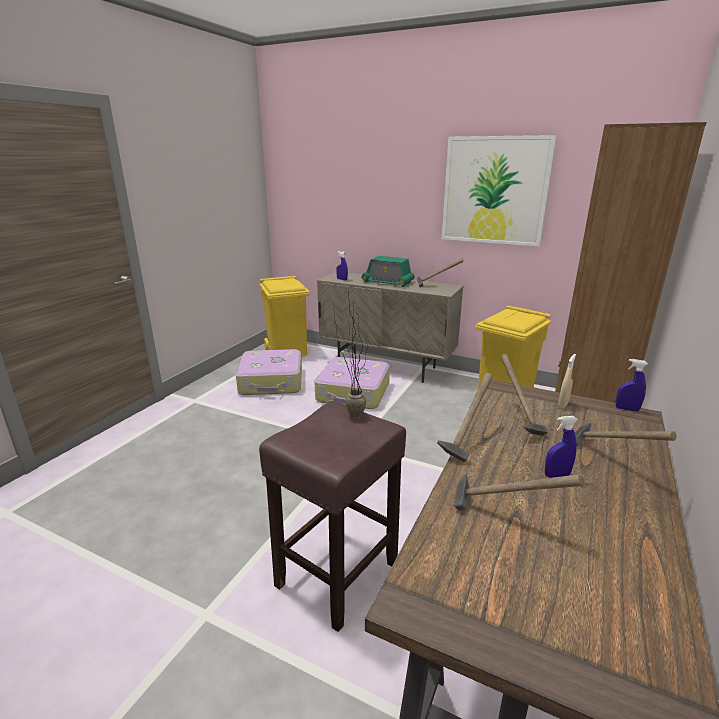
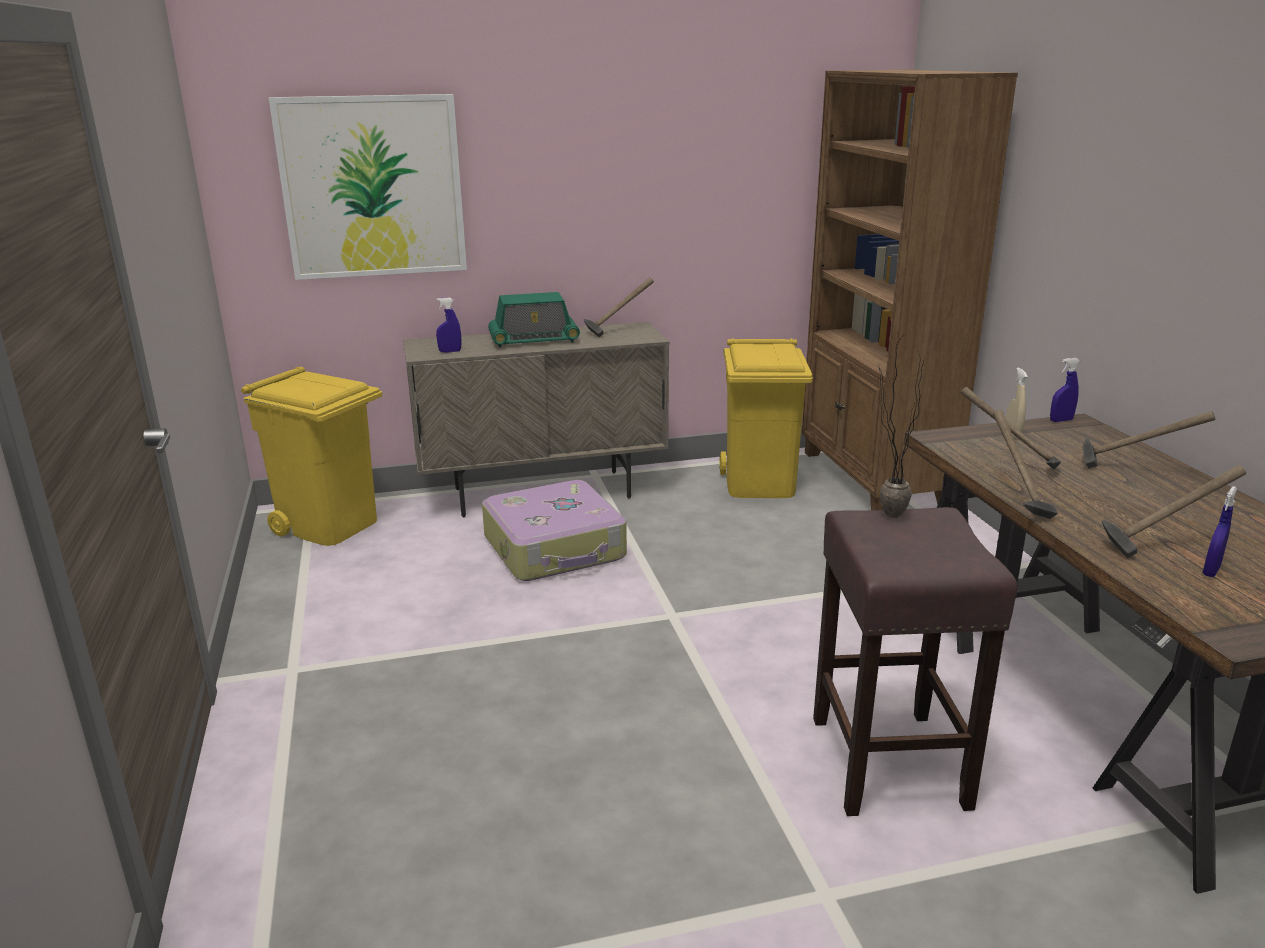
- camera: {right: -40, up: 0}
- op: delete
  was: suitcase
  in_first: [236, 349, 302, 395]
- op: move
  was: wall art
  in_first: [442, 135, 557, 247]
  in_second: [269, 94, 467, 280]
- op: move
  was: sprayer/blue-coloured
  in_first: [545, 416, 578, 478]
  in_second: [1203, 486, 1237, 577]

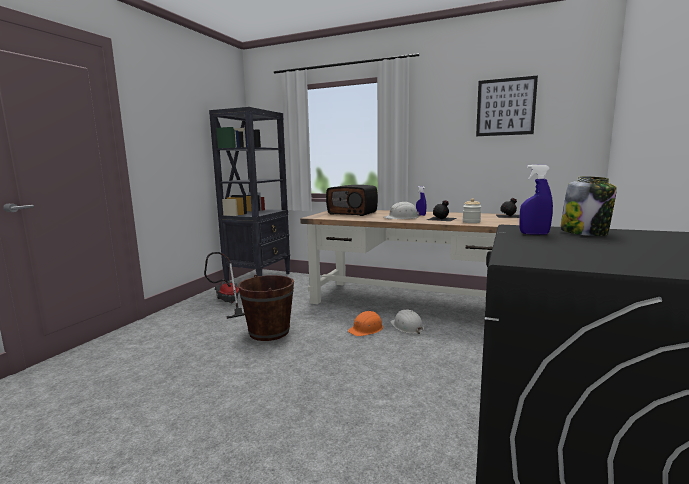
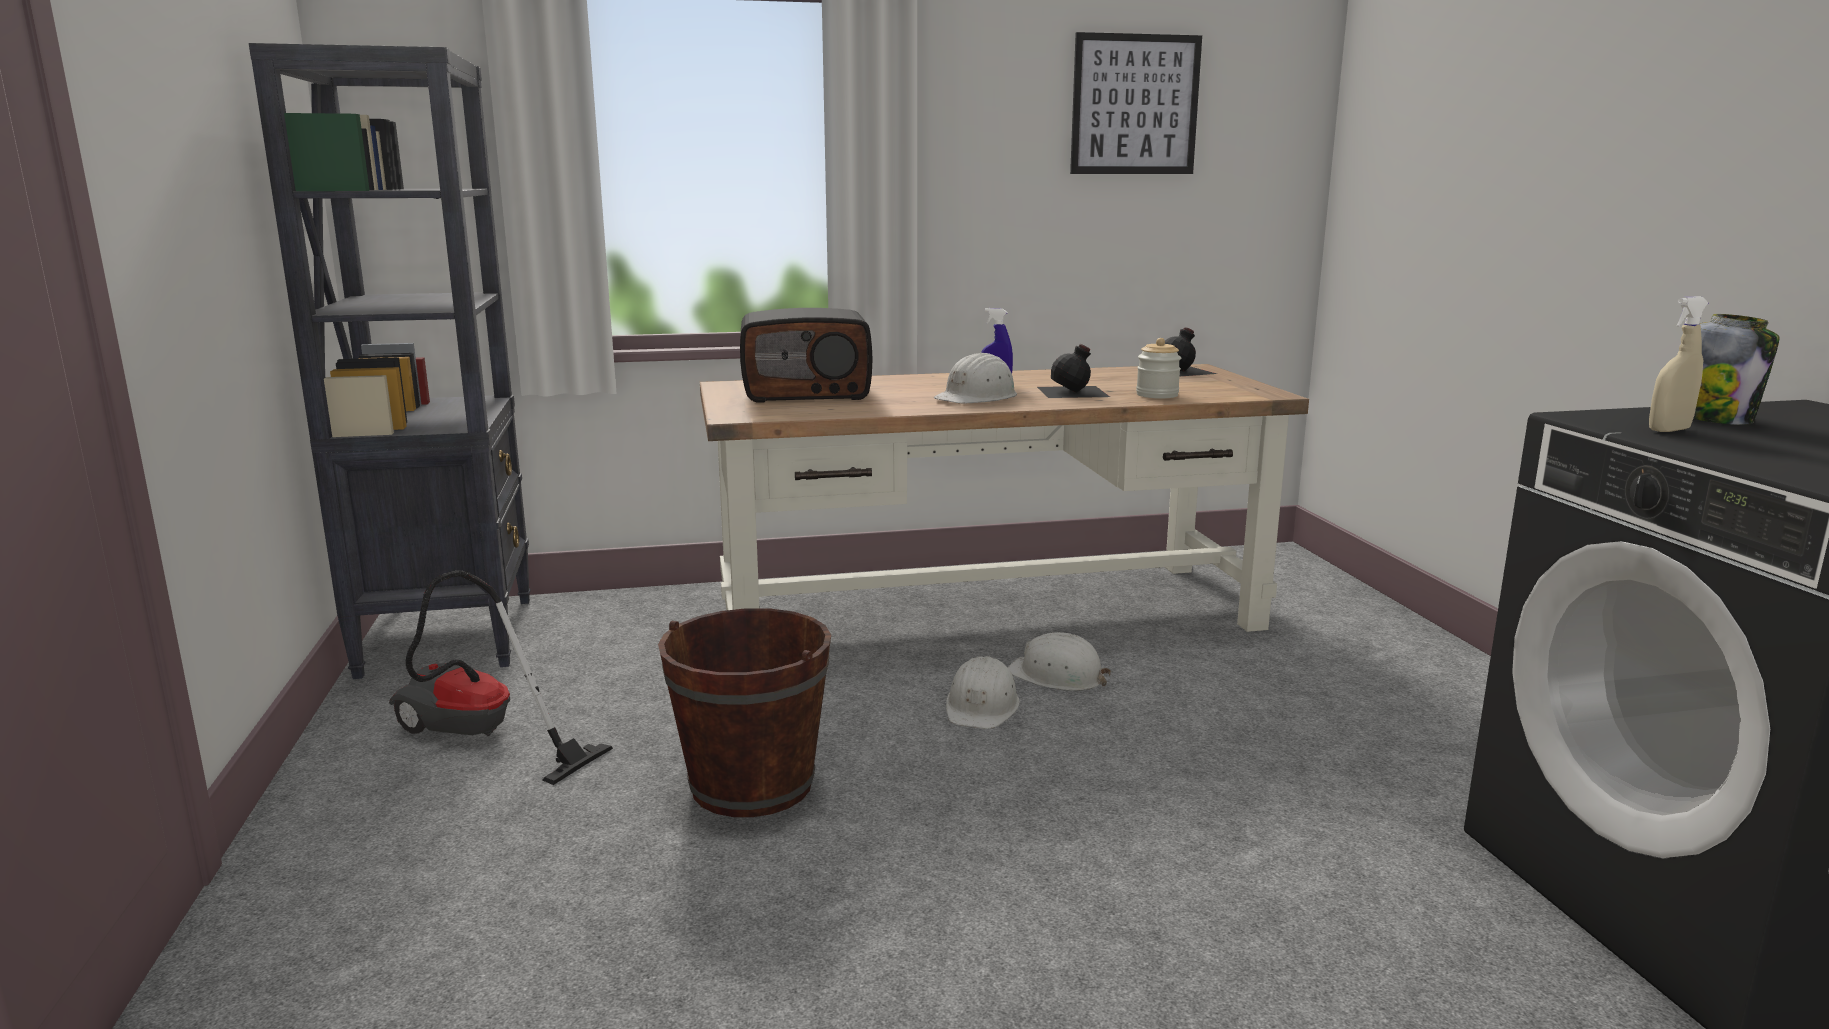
- camera: {right: -35, up: 5}
- op: recolor
  was: hard hat/orange-coloured
  now: hard hat/whitish
  in_first: [348, 311, 383, 336]
  in_second: [946, 656, 1020, 729]
- op: recolor
  was: sprayer/blue-coloured
  now: sprayer/beige-coloured
  in_first: [520, 164, 553, 235]
  in_second: [1649, 296, 1708, 432]

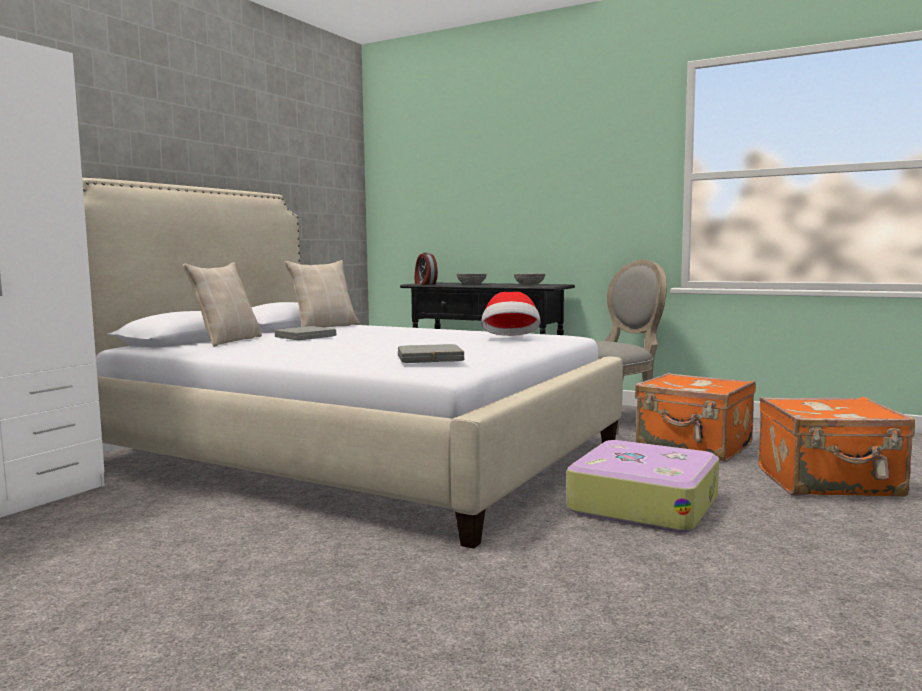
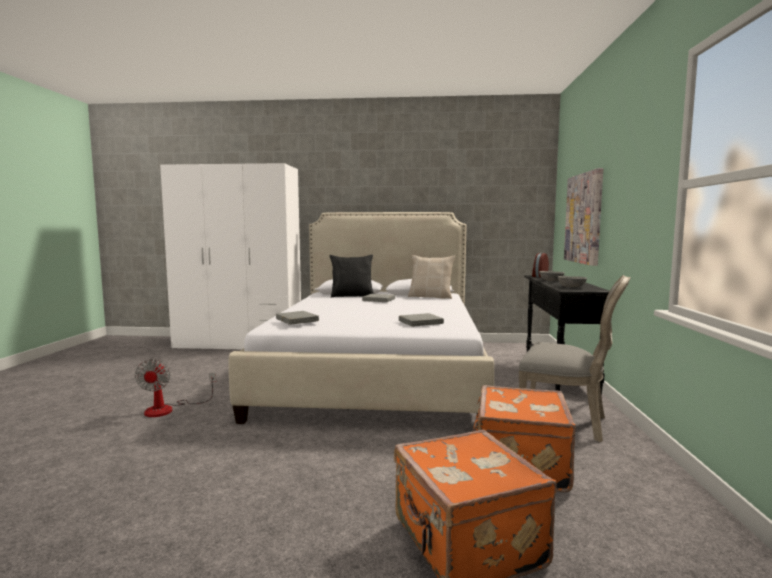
- camera: {right: 65, up: 0}
- op: delete
  was: suitcase
  in_first: [567, 440, 719, 533]
- op: insert
  now: fan
  in_second: [135, 359, 216, 417]
- op: insert
  now: wall art
  in_second: [564, 168, 603, 266]
- op: replace
  was: clothing hat
  now: volume/greyish
  in_first: [481, 292, 540, 336]
  in_second: [399, 313, 444, 326]
- op: recolor
  was: pillow/beige-coloured
  now: pillow/black
  in_first: [183, 262, 262, 347]
  in_second: [330, 255, 374, 298]

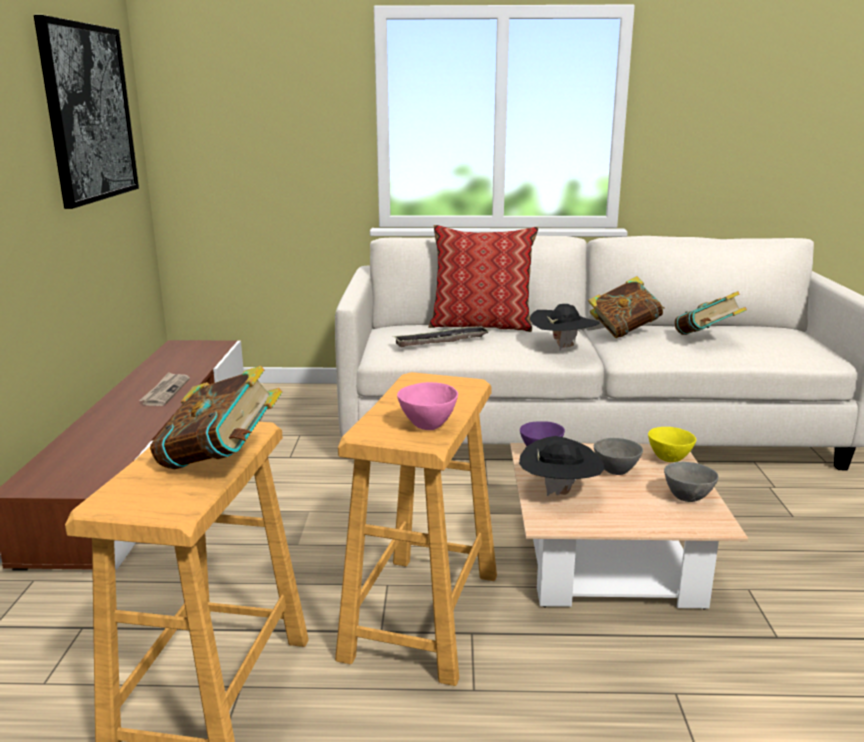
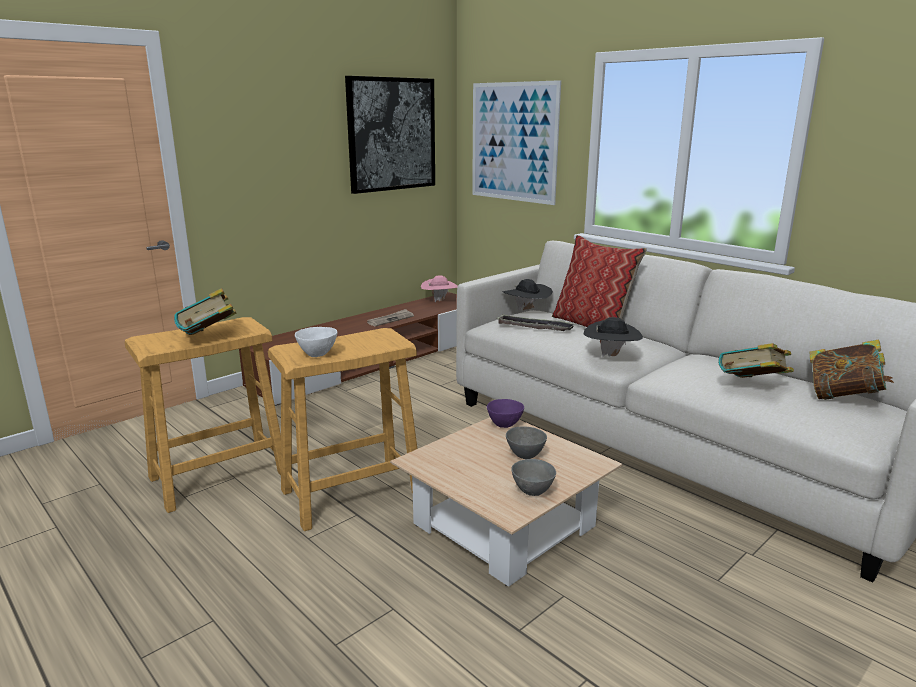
- camera: {right: 45, up: 0}
- op: delete
  was: deep dish/yellow-coloured
  in_first: [648, 427, 696, 462]
- op: insert
  now: clothing hat/pink
  in_second: [421, 276, 458, 302]
- op: insert
  now: wall art
  in_second: [472, 80, 561, 205]
- op: move
  was: clothing hat/black
  in_first: [519, 436, 604, 496]
  in_second: [502, 279, 553, 311]
- op: move
  was: volume
  in_first: [588, 276, 664, 338]
  in_second: [810, 340, 894, 400]
- op: recolor
  was: deep dish/pink
  now: deep dish/whitish
  in_first: [397, 382, 458, 430]
  in_second: [295, 327, 337, 357]

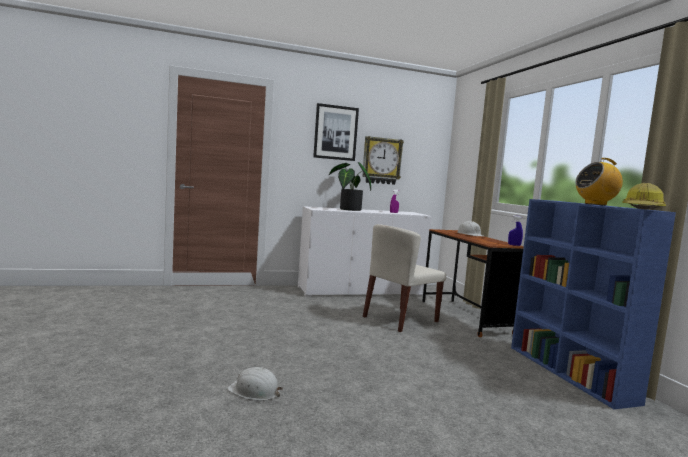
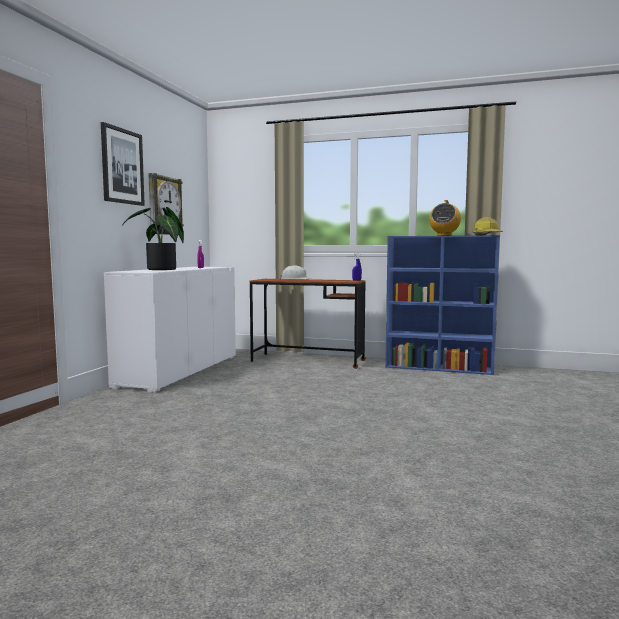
- camera: {right: -55, up: 0}
- op: delete
  was: hard hat/whitish
  in_first: [227, 367, 283, 401]
- op: delete
  was: plain chair/beige-coloured
  in_first: [363, 224, 446, 332]

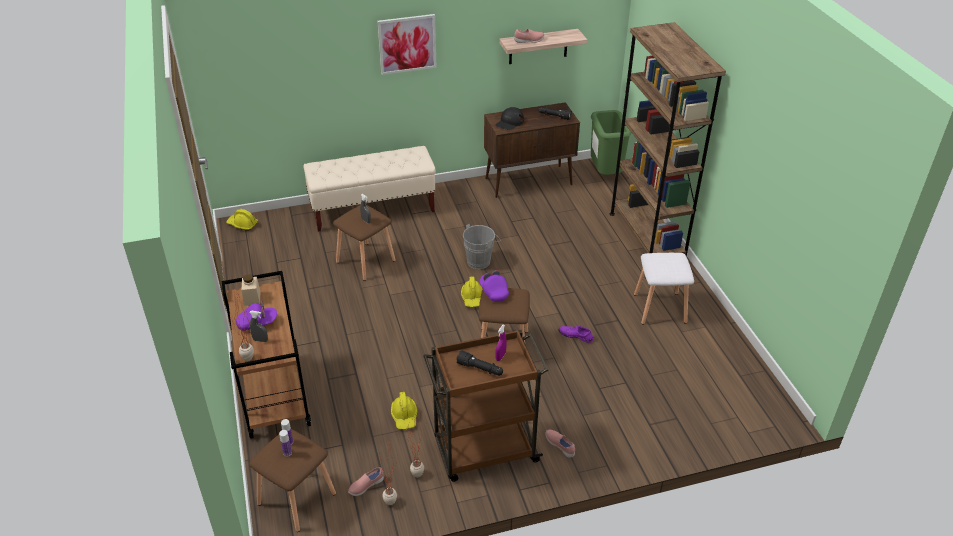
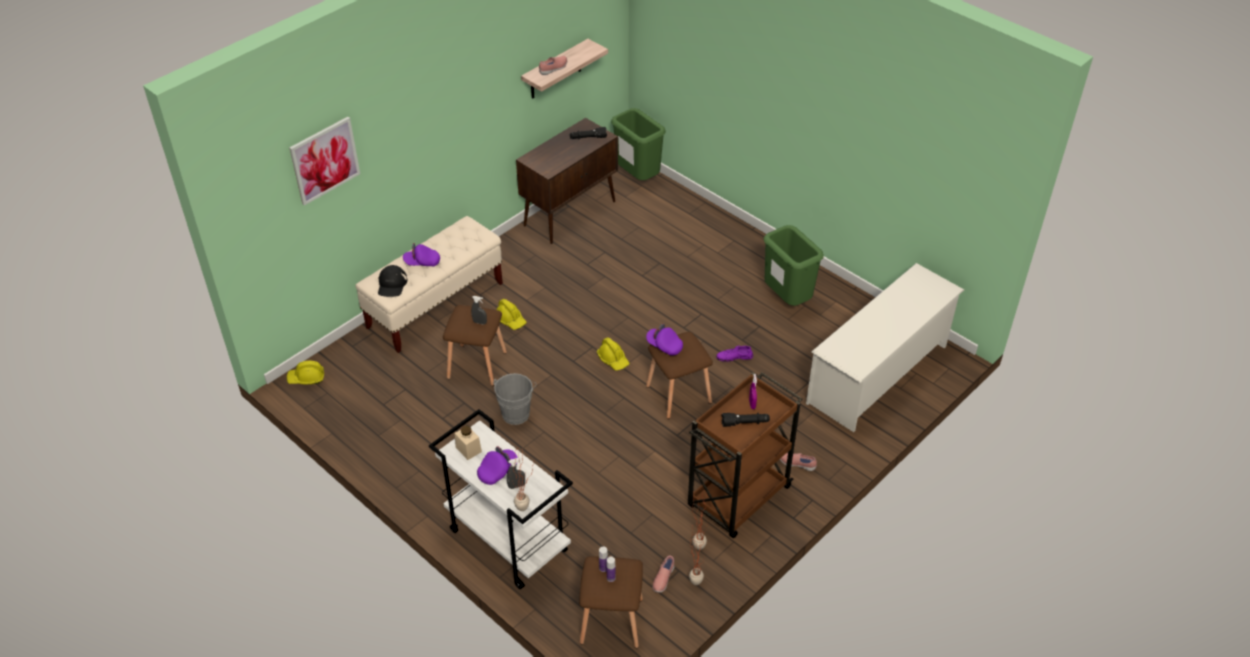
- camera: {right: -30, up: 5}
- op: delete
  was: shelving unit/brownish
  in_first: [610, 22, 726, 257]
- op: insert
  now: baseball cap/purple-coloured
  in_second: [403, 243, 440, 266]
- op: insert
  now: shoe shelf/whitish
  in_second: [806, 263, 964, 432]
- op: move
  was: wall art
  in_first: [377, 14, 437, 75]
  in_second: [289, 117, 360, 206]
- op: move
  was: hard hat/yellow-coloured
  in_first: [391, 392, 417, 429]
  in_second: [497, 299, 527, 330]
- op: move
  was: water bucket/greyish
  in_first: [463, 224, 501, 269]
  in_second: [493, 373, 537, 425]
- op: move
  was: baseball cap/black
  in_first: [496, 107, 524, 130]
  in_second: [378, 265, 407, 297]
- op: replace
  was: sitting stool/whitish
  now: trash can/green-coloured
  in_first: [634, 253, 694, 325]
  in_second: [764, 225, 824, 306]
- op: recolor
  was: trolley/brownish
  now: trolley/whitish
  in_first: [222, 271, 311, 439]
  in_second: [429, 409, 573, 589]

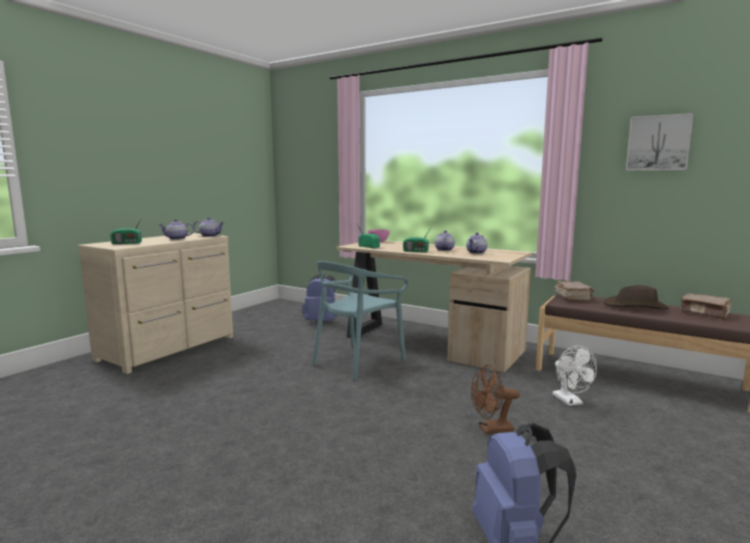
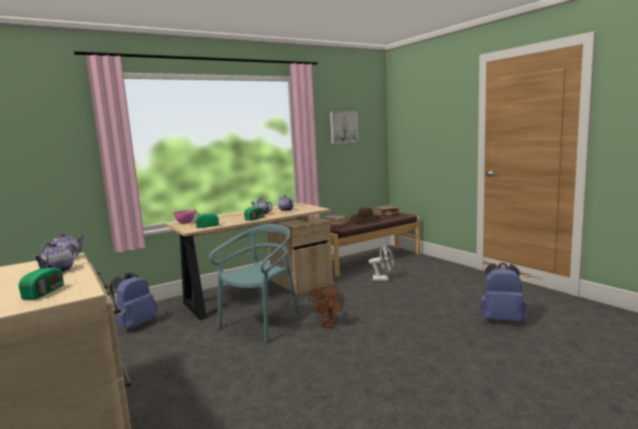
- camera: {right: -65, up: 0}
- op: move
  was: fan/brownish
  in_first: [471, 365, 520, 434]
  in_second: [309, 283, 344, 328]
- op: rotate
  was: plain chair/blue-green
  in_first: [312, 261, 409, 380]
  in_second: [209, 224, 301, 342]
  clockwise: -120

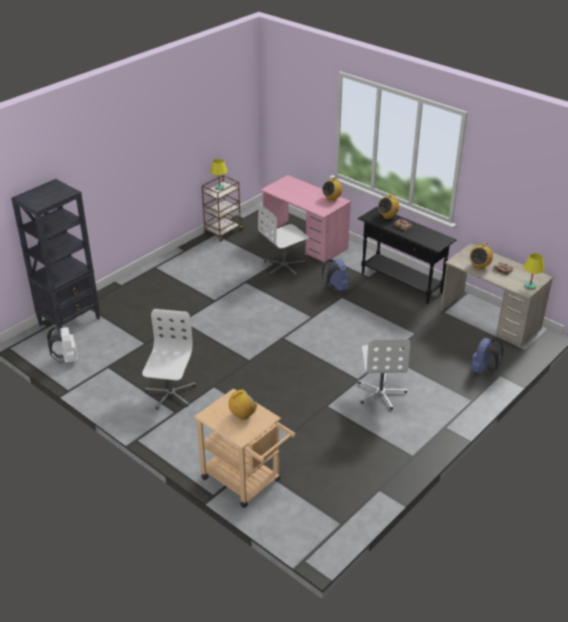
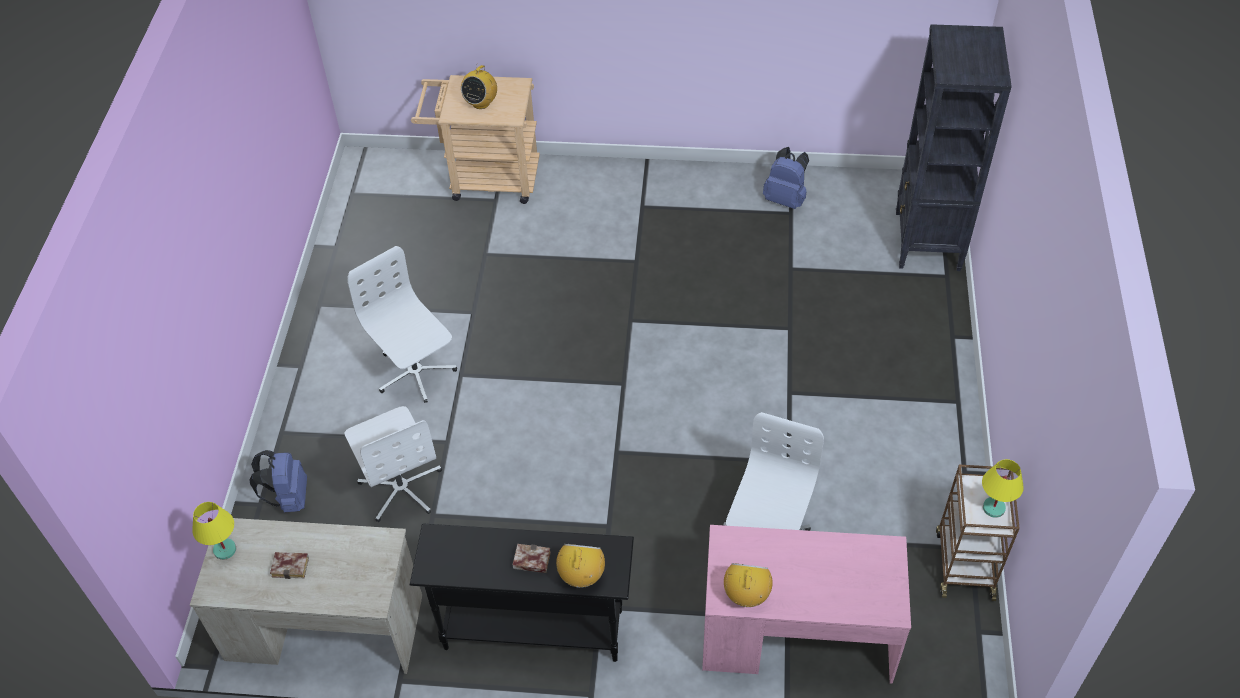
- camera: {right: 145, up: 15}
- op: delete
  was: backpack/whitish
  in_first: [47, 327, 78, 363]
- op: delete
  was: radio set
  in_first: [470, 242, 493, 270]
- op: move
  was: office chair/whitish
  in_first: [142, 309, 196, 410]
  in_second: [344, 406, 442, 522]
- op: move
  was: backpack/blue-coloured
  in_first: [322, 259, 349, 292]
  in_second: [763, 147, 809, 209]

